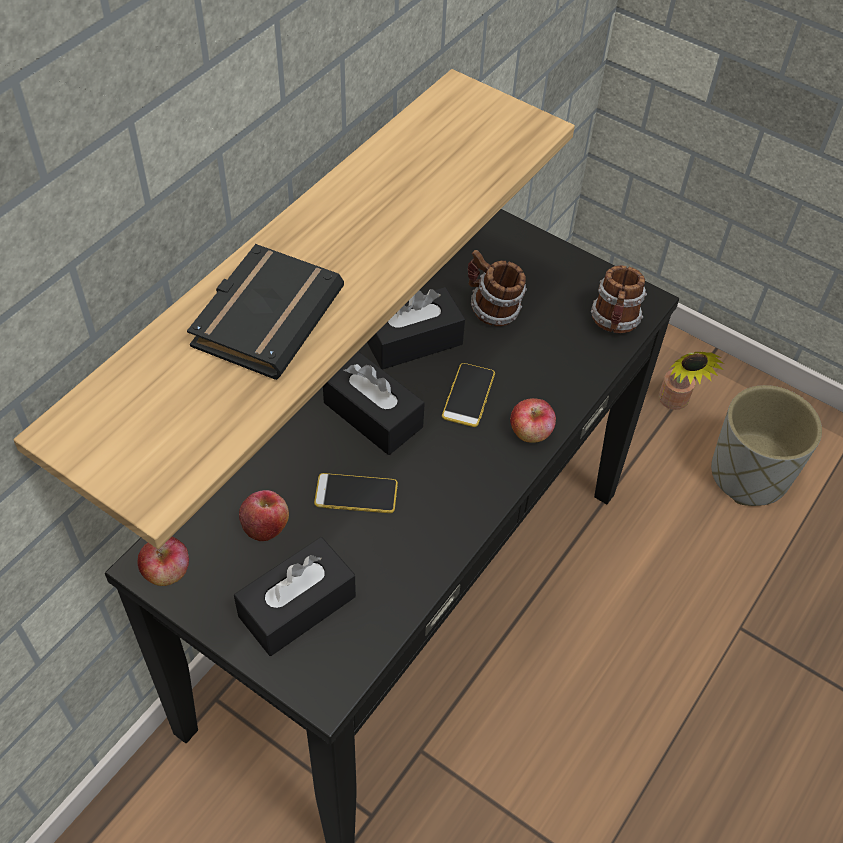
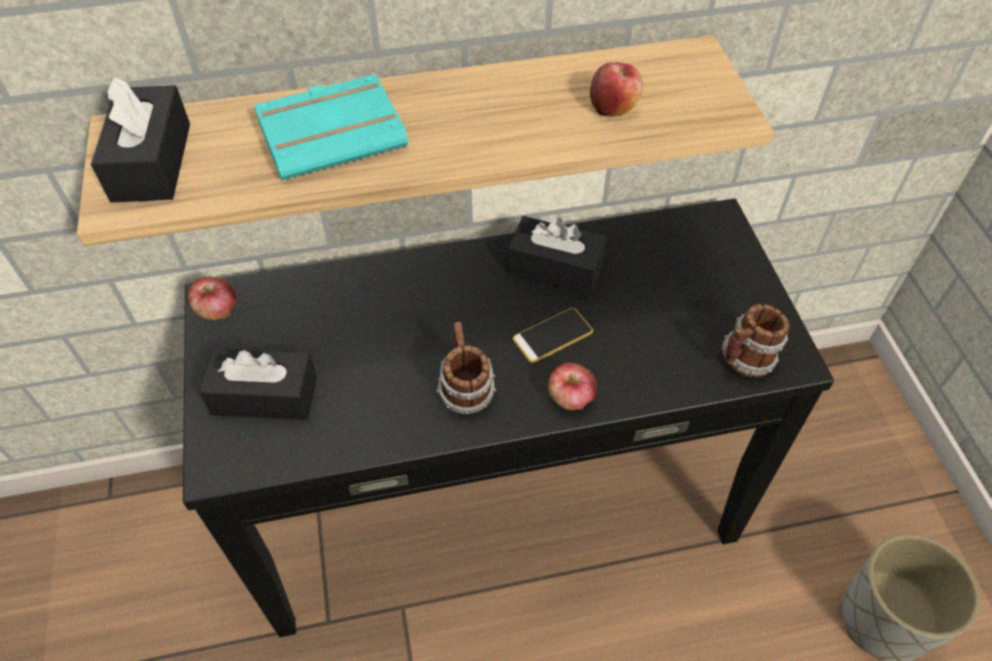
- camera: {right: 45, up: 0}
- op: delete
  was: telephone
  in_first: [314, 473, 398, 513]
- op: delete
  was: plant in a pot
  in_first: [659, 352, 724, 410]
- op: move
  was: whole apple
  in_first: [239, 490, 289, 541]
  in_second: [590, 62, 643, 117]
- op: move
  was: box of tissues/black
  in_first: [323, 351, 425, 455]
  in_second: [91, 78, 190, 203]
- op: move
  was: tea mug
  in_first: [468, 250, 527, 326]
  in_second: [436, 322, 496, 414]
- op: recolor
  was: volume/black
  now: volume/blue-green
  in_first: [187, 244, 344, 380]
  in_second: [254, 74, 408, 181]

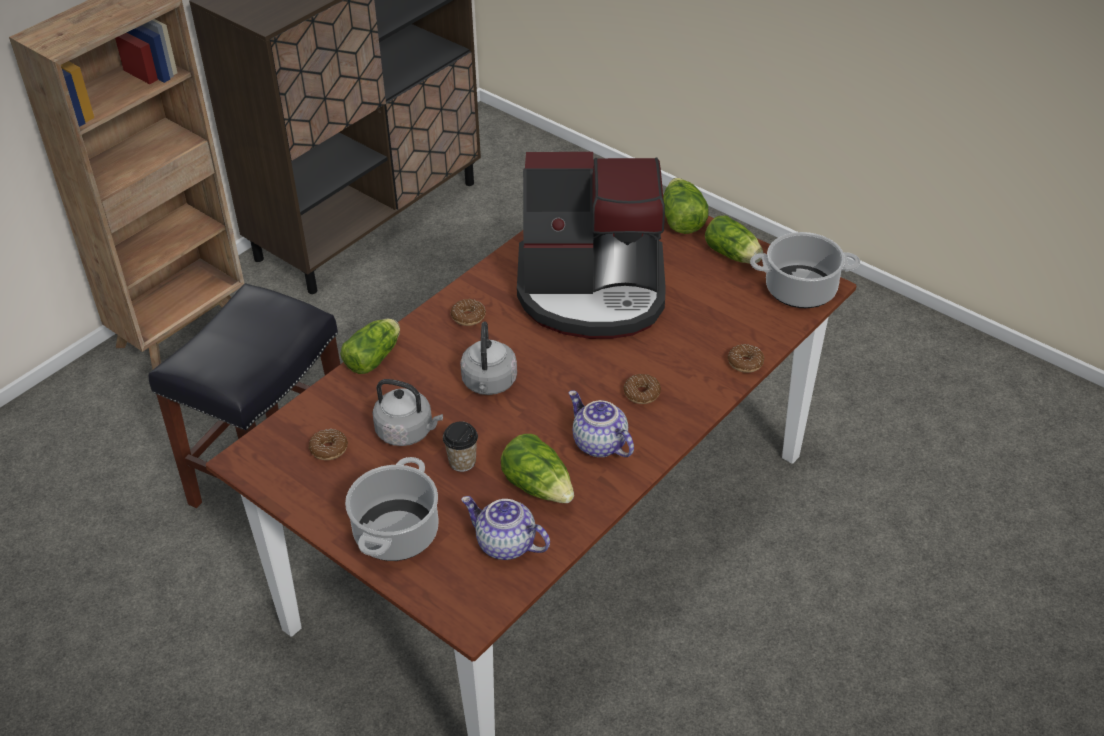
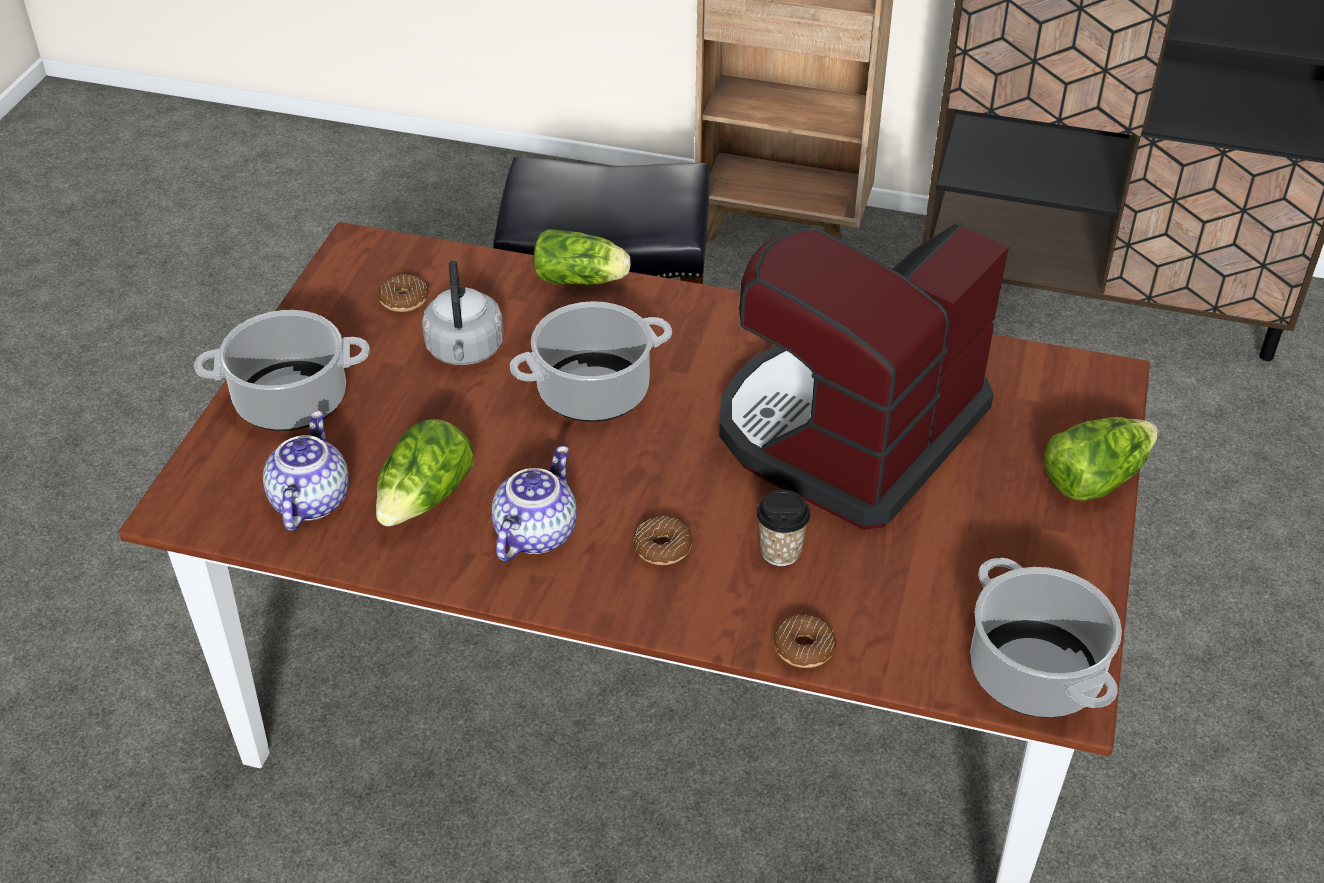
- camera: {right: 65, up: 0}
- op: delete
  was: doughnut
  in_first: [451, 299, 486, 326]
- op: delete
  was: lettuce head
  in_first: [705, 215, 763, 264]
- op: move
  was: small cup
  in_first: [443, 421, 478, 472]
  in_second: [756, 489, 810, 566]
- op: replace
  was: kettle/greyish
  now: stockpot
  in_first: [460, 322, 517, 395]
  in_second: [510, 301, 672, 422]
- op: rotate
  was: coffee brewer
  in_first: [517, 152, 666, 339]
  in_second: [719, 222, 1009, 530]
  clockwise: 60

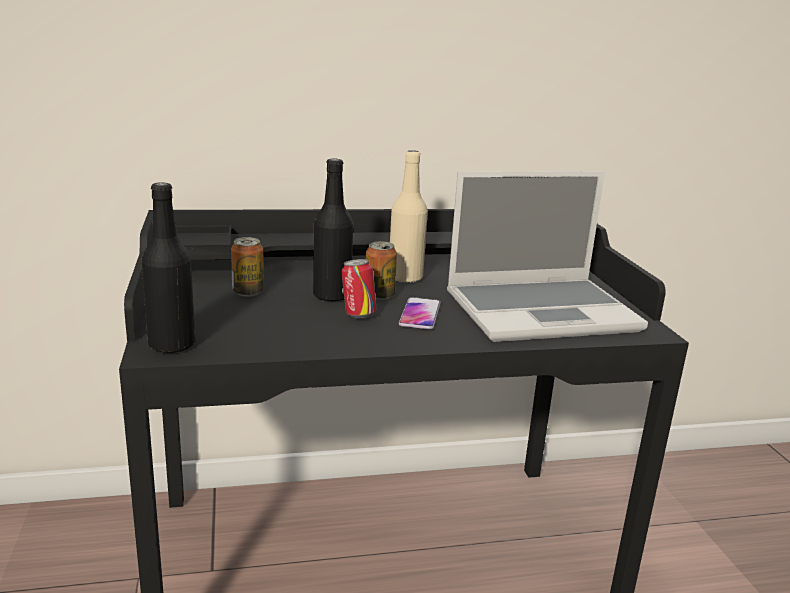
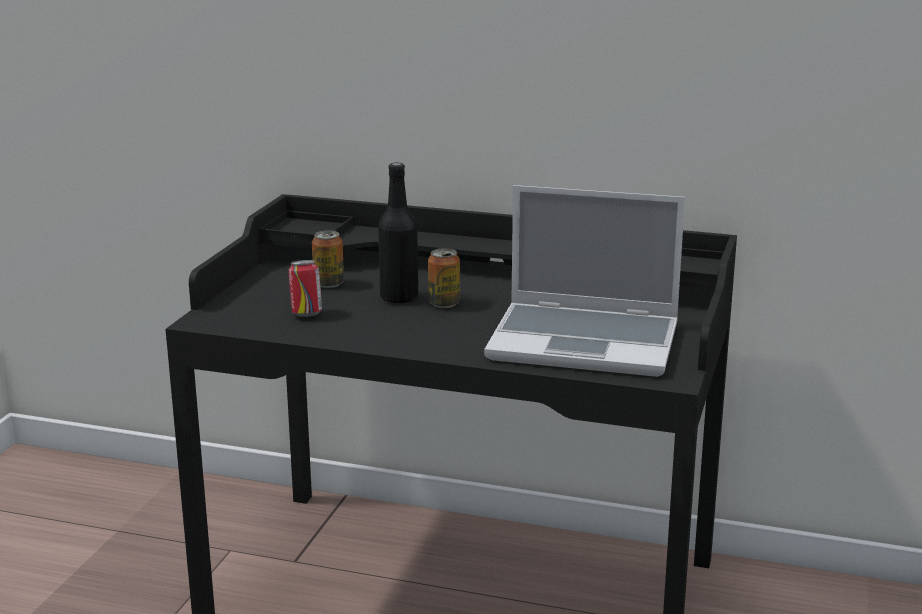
- camera: {right: 30, up: 0}
- op: delete
  was: bottle/black
  in_first: [141, 182, 195, 353]
- op: delete
  was: bottle/beige-coloured
  in_first: [390, 150, 428, 283]
- op: delete
  was: telephone
  in_first: [399, 297, 441, 329]
- op: move
  was: can
  in_first: [342, 259, 377, 318]
  in_second: [288, 260, 322, 317]

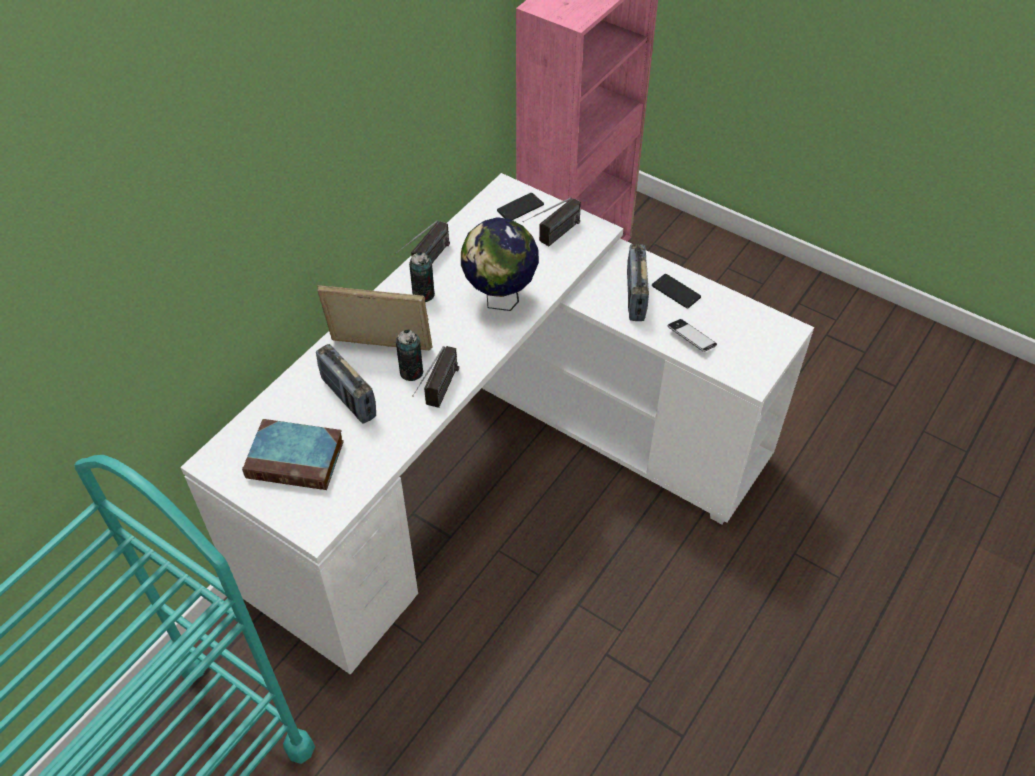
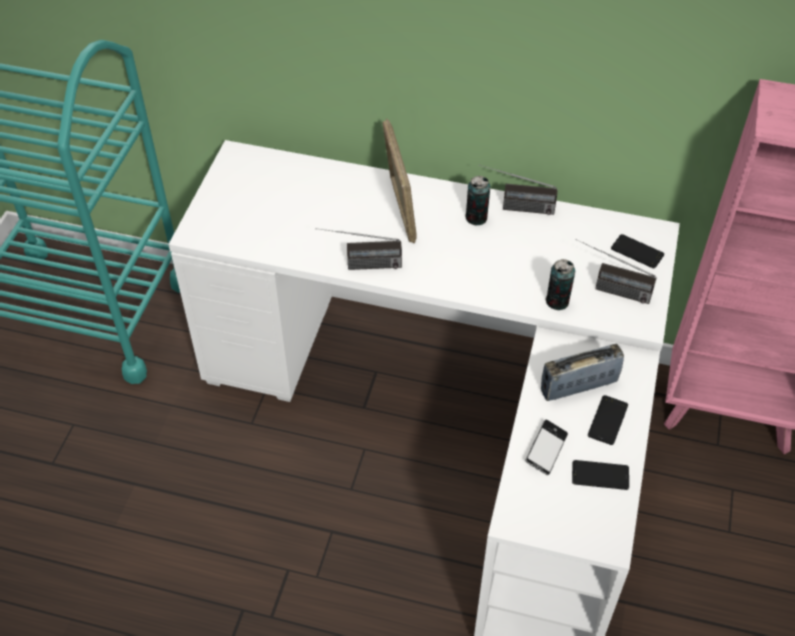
- camera: {right: 70, up: 0}
- op: delete
  was: volume
  in_first: [242, 419, 344, 490]
- op: delete
  was: radio set
  in_first: [316, 344, 376, 424]
- op: delete
  was: desk globe
  in_first: [461, 217, 539, 311]
- op: insert
  now: telephone
  in_second: [572, 460, 629, 490]
- op: move
  was: can
  in_first: [396, 329, 423, 381]
  in_second: [546, 259, 575, 310]

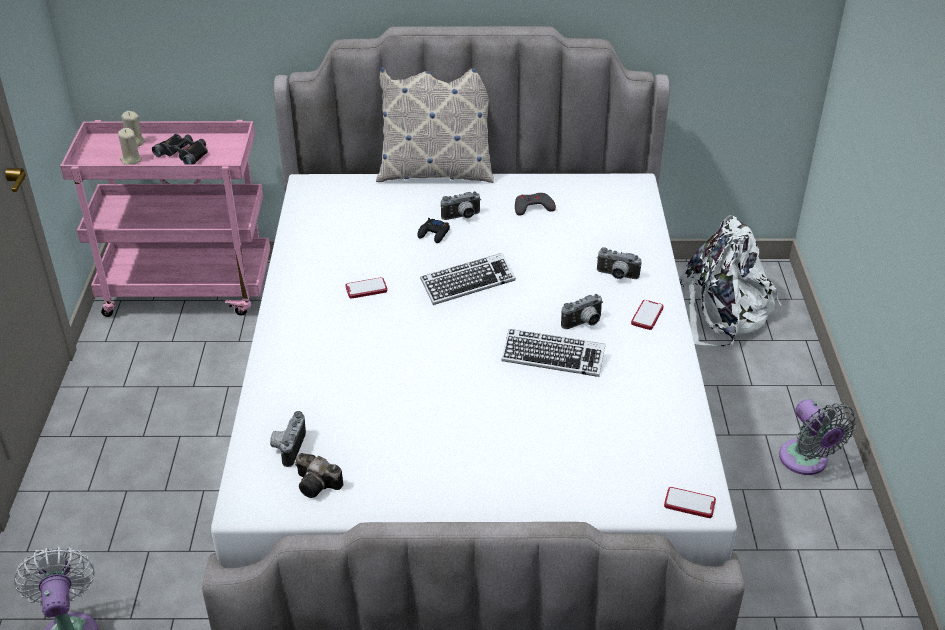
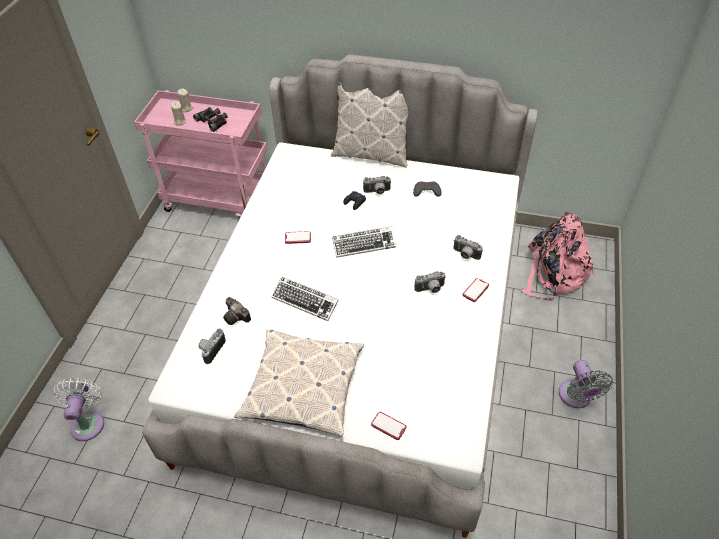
- camera: {right: 15, up: 10}
- op: insert
  now: pillow
  in_second: [234, 329, 364, 437]
- op: move
  was: photo camera
  in_first: [295, 453, 343, 498]
  in_second: [223, 297, 251, 325]
- op: move
  was: PC keyboard
  in_first: [502, 329, 605, 377]
  in_second: [271, 277, 338, 321]
- op: move
  was: telephone
  in_first: [664, 487, 716, 518]
  in_second: [371, 412, 406, 440]
- op: recolor
  was: backpack/whitish
  now: backpack/pink
  in_first: [679, 215, 781, 348]
  in_second: [521, 212, 595, 301]

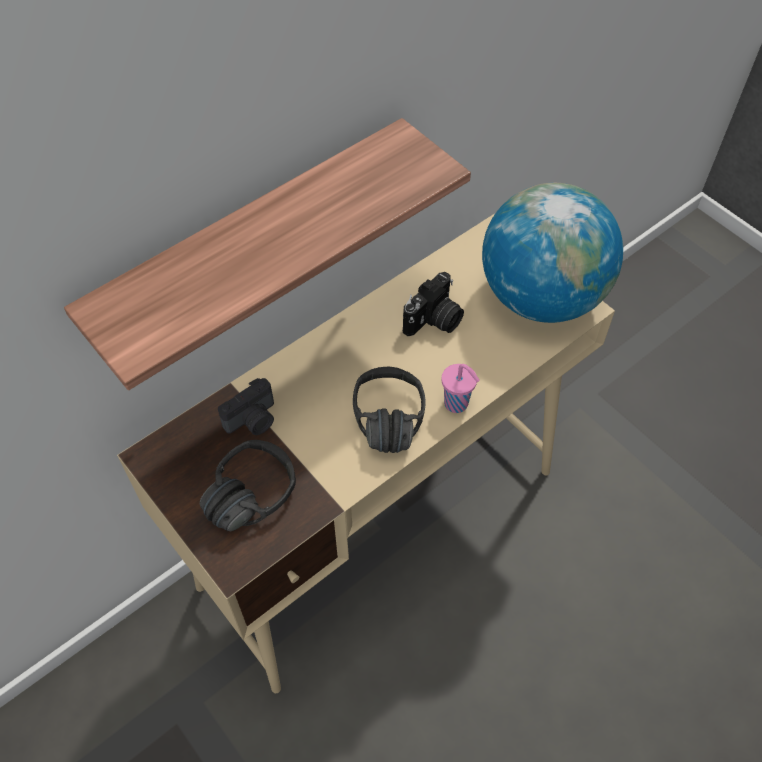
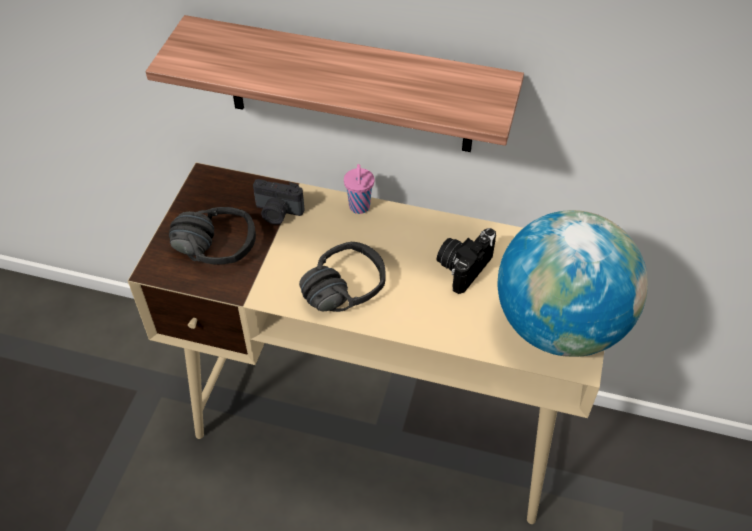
- camera: {right: 55, up: -5}
- op: move
  was: small cup/pink
  in_first: [442, 364, 480, 413]
  in_second: [344, 164, 374, 214]
- op: rotate
  was: photo camera
  in_first: [403, 272, 464, 336]
  in_second: [437, 228, 496, 294]
  clockwise: 120

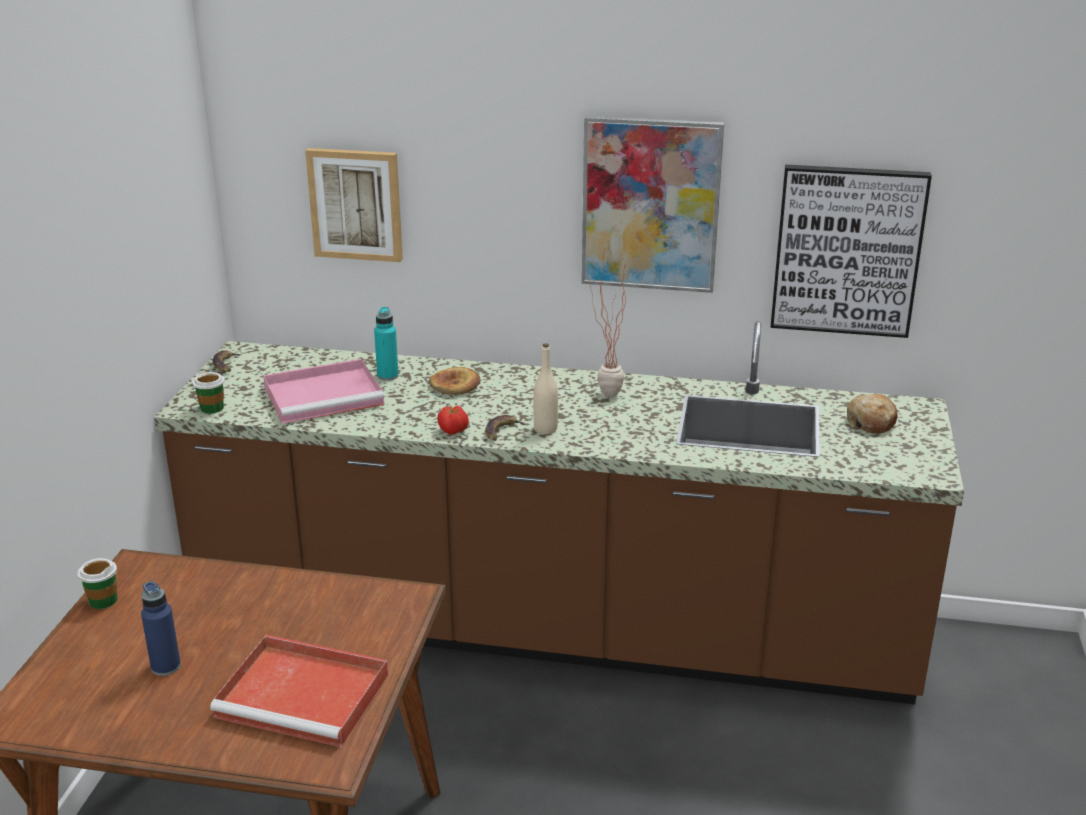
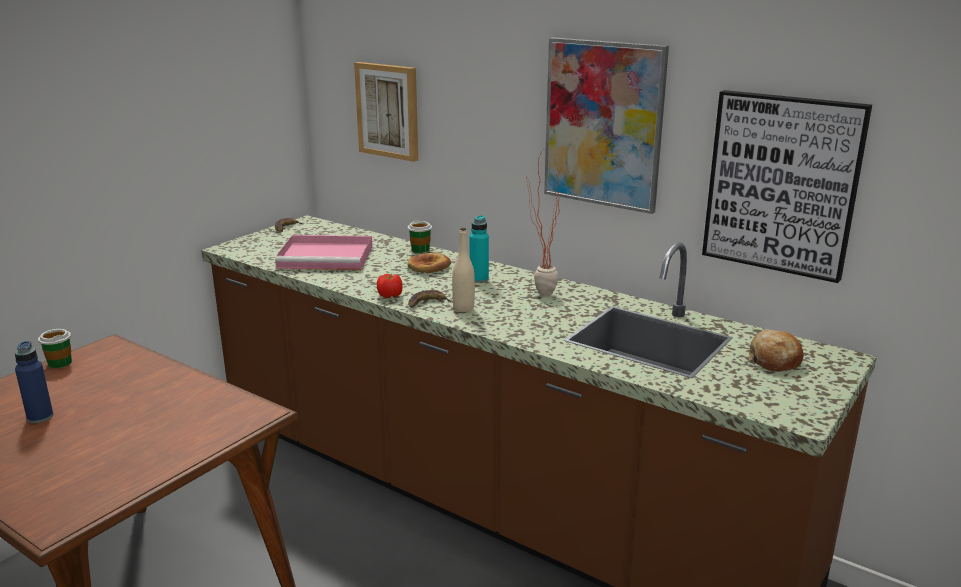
- camera: {right: 25, up: -5}
- op: delete
  was: tray/red-coloured
  in_first: [210, 635, 388, 747]
- op: move
  was: small cup
  in_first: [192, 372, 225, 414]
  in_second: [408, 220, 432, 253]
- op: move
  was: bottle/blue-green
  in_first: [374, 307, 399, 381]
  in_second: [469, 215, 489, 283]

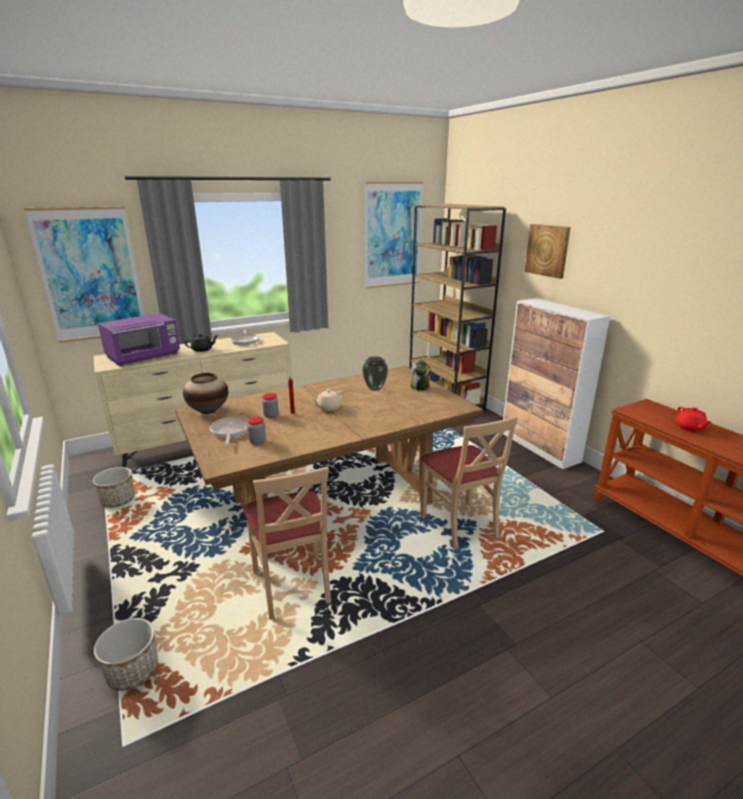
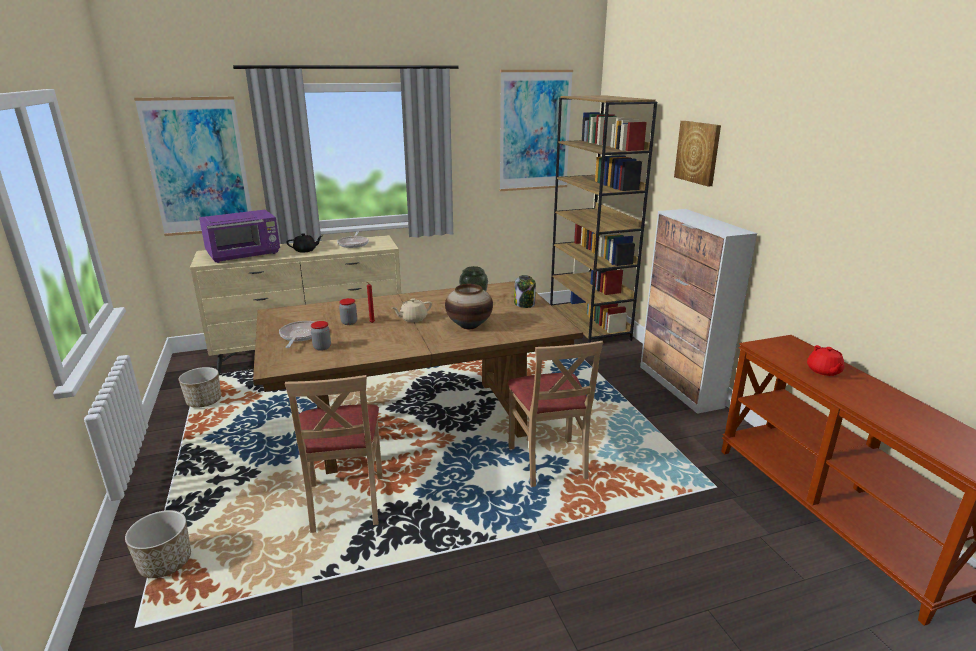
- camera: {right: 10, up: 0}
- op: move
  was: decorative vase
  in_first: [183, 373, 228, 414]
  in_second: [445, 284, 493, 329]

